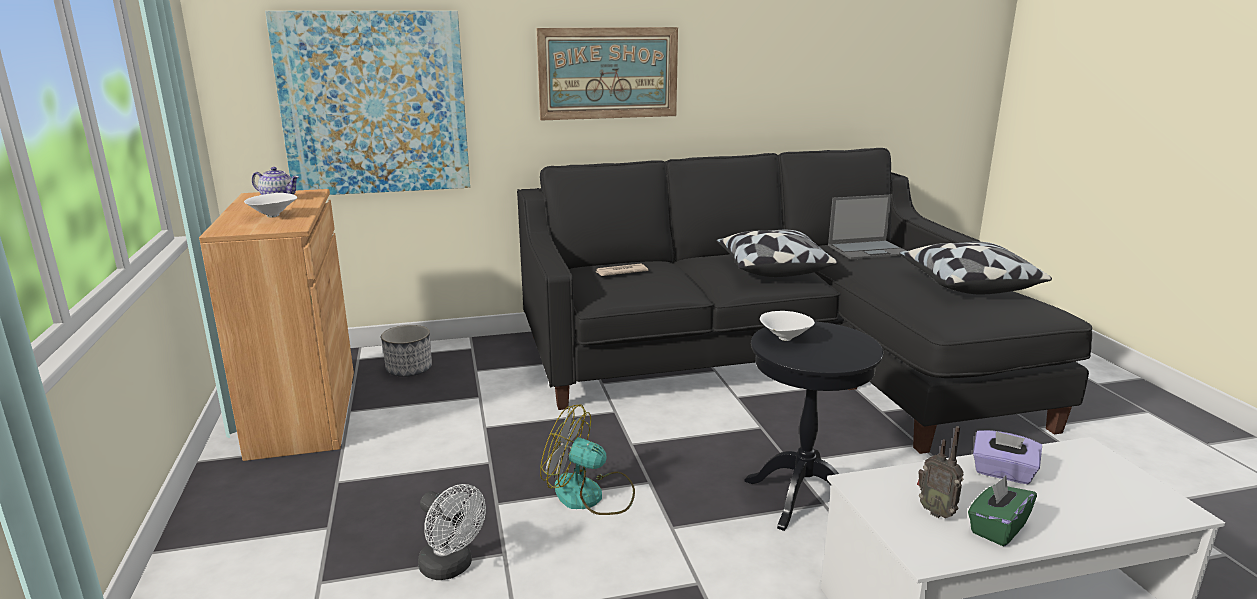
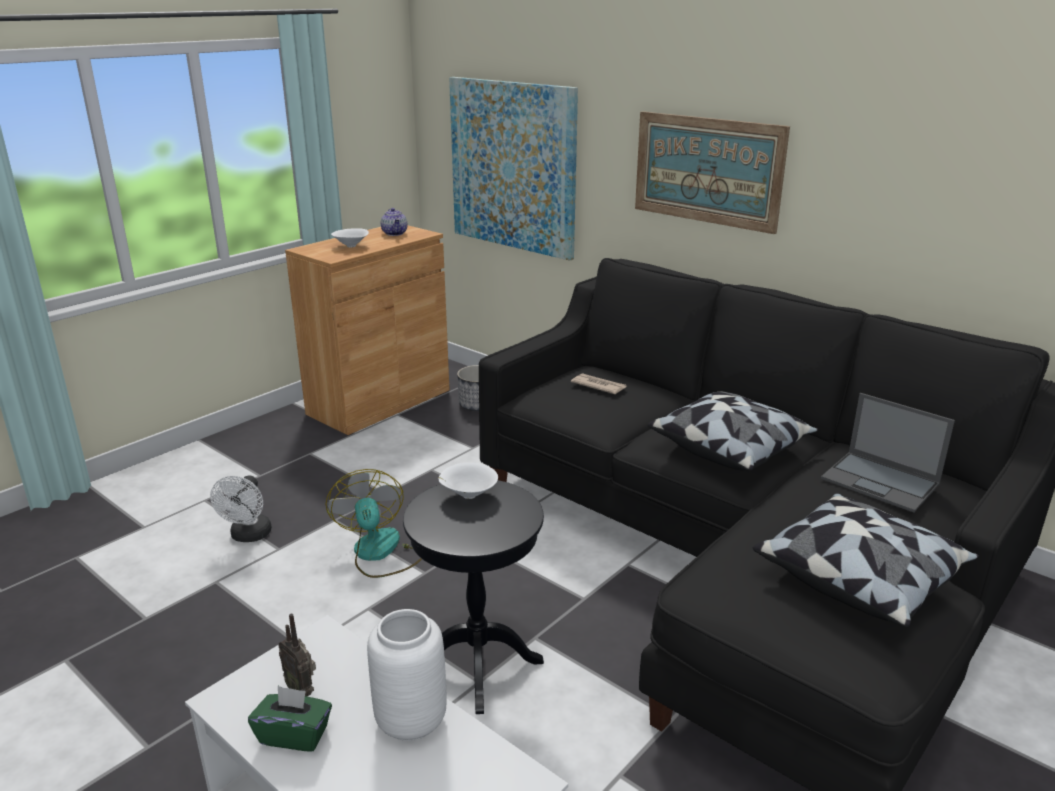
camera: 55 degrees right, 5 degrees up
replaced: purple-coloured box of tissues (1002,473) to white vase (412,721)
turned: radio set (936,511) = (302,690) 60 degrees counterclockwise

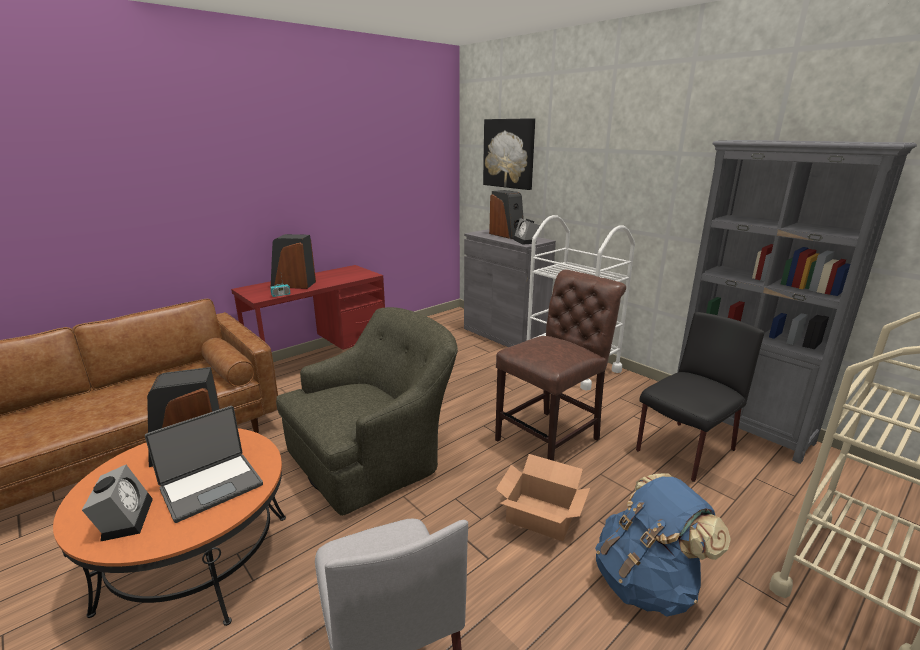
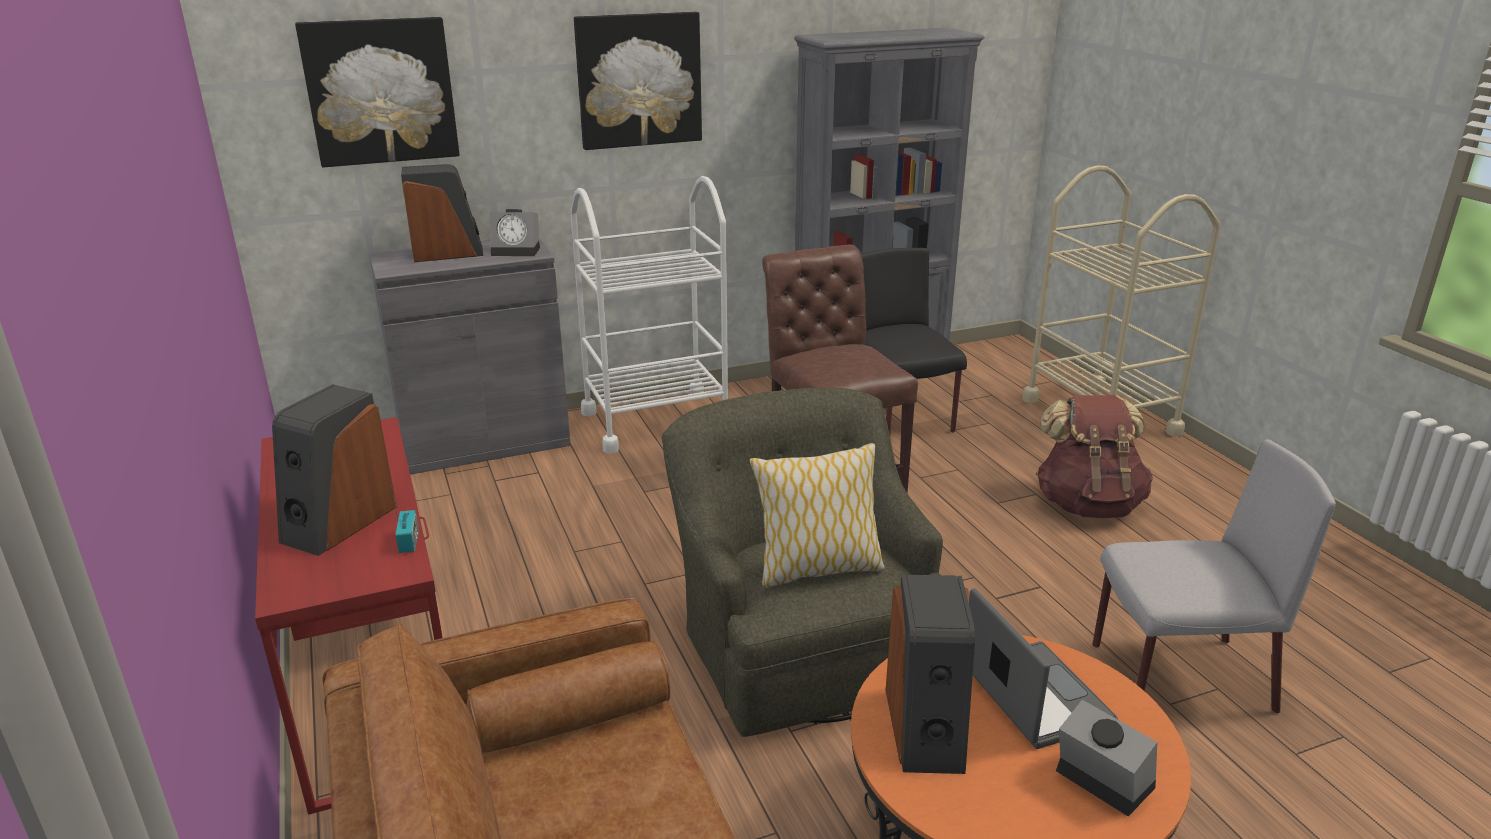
camera: 70 degrees left, 5 degrees up
removed: packing box (540,515)
added: wall art (639,80); throw pillow (817,569)
recoloured: bluish knapsack (647,582) to brownish knapsack (1087,504)
turned: bedside clock (124,518) = (1099,780) 45 degrees clockwise

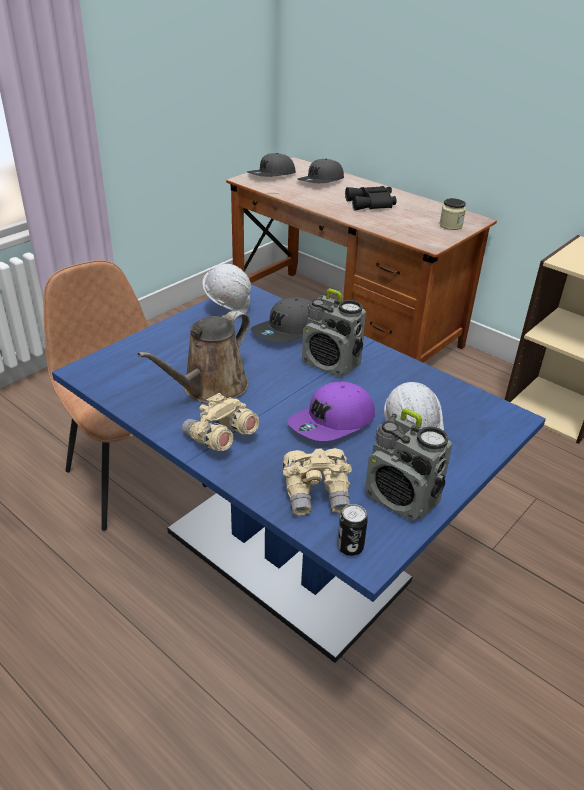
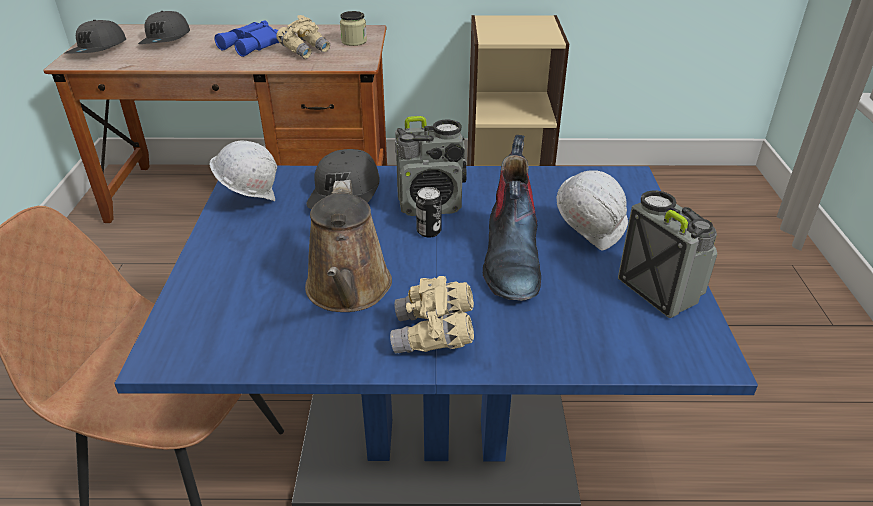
camera: 40 degrees left, 0 degrees up
moved: beige-coloured field glasses (317,494) to (305,51); metal can (350,547) to (429,231)
replaced: purple-coloured baseball cap (332,423) to tall boot (511,258)
recoloured: blackish field glasses (371,204) to bluish field glasses (252,46)
turned: radio set (402,499) = (658,290) 120 degrees counterclockwise

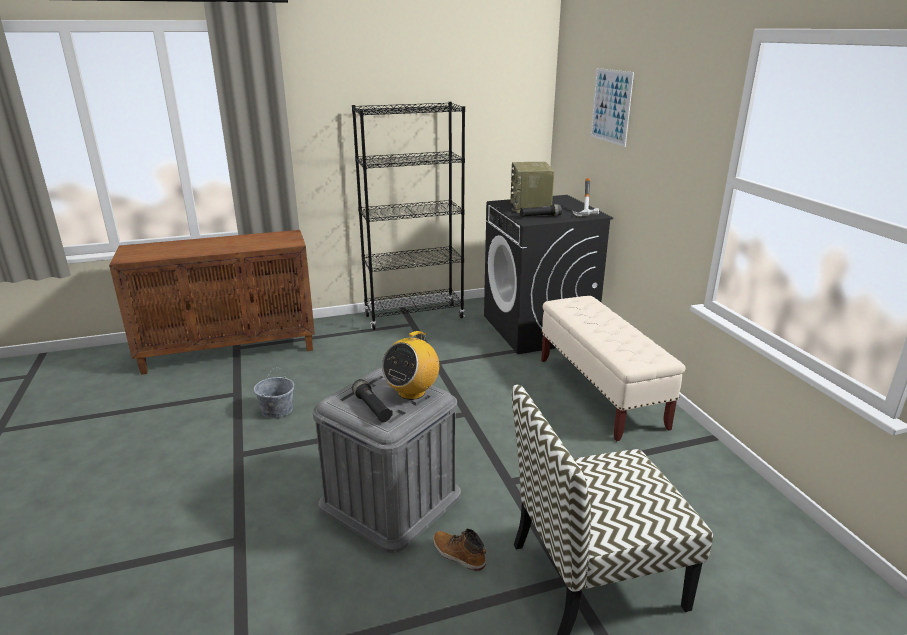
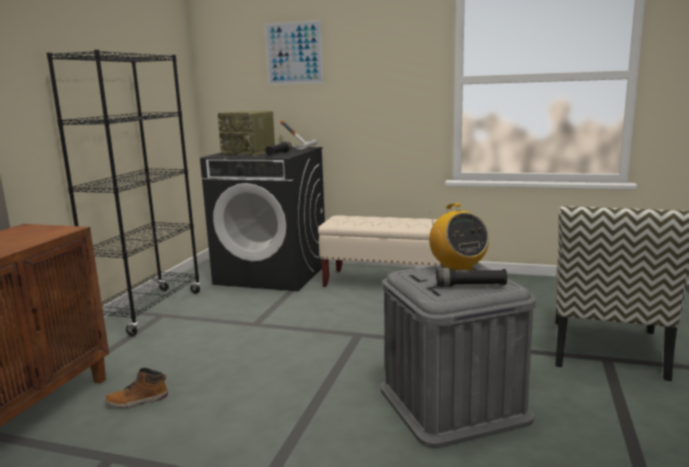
camera: 55 degrees left, 10 degrees down
removed: gray bucket (277,410)
moved: tall boot (458,555) to (137,401)

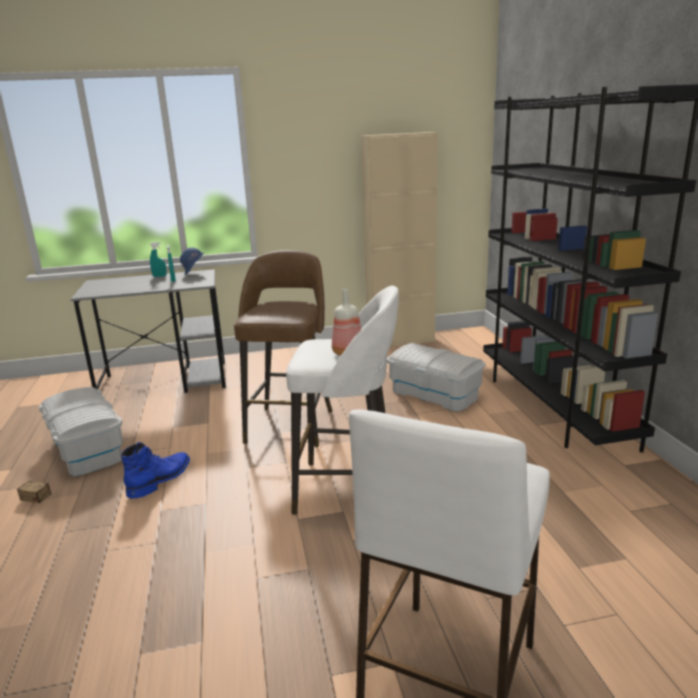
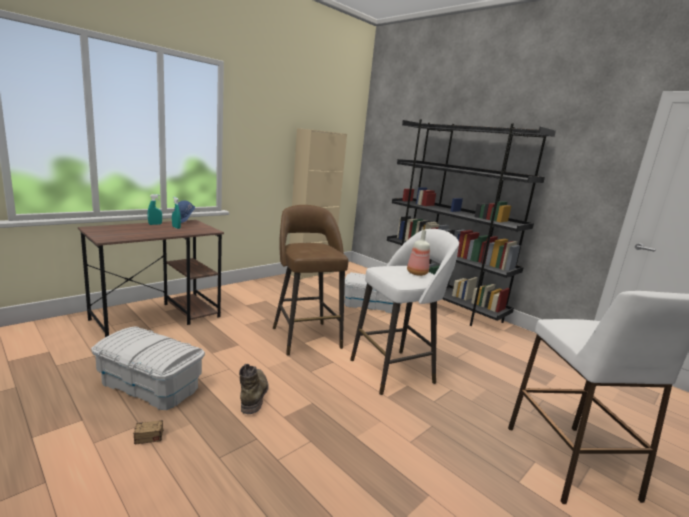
camera: 35 degrees left, 5 degrees down
recoloured: gray desk (166,382) to brownish desk (158,318); bluish tall boot (160,479) to greenish tall boot (254,394)

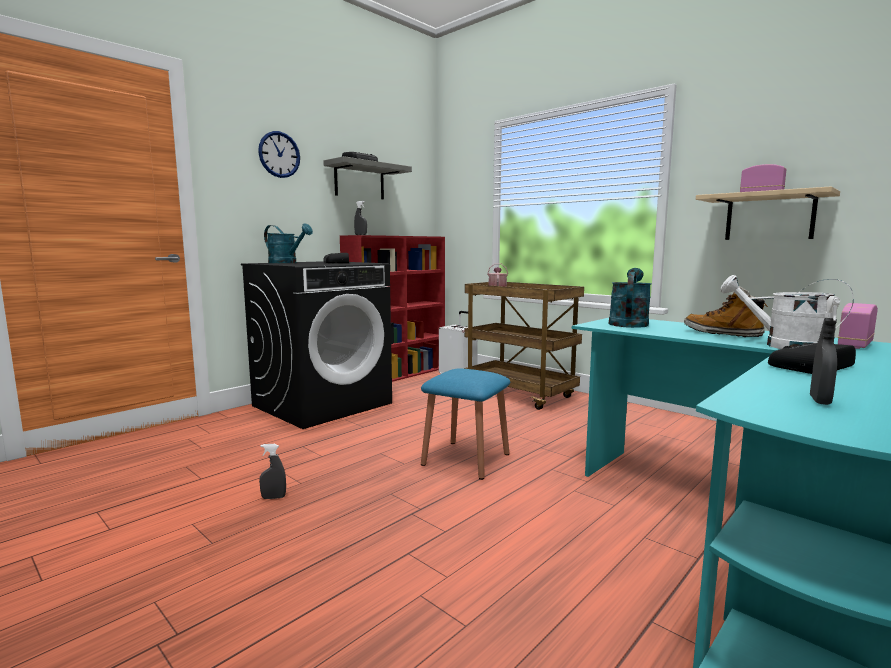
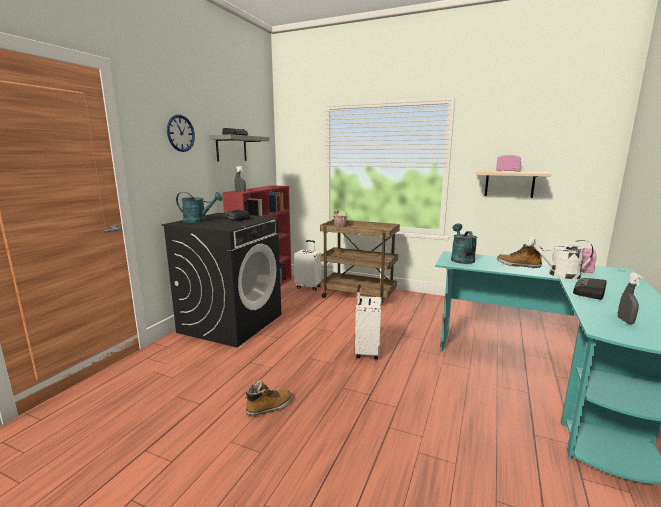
camera: 20 degrees left, 5 degrees up
replaced: gray sprayer (273,497) to tall boot (269,407); bluish stool seat (466,459) to white piece of luggage (366,352)

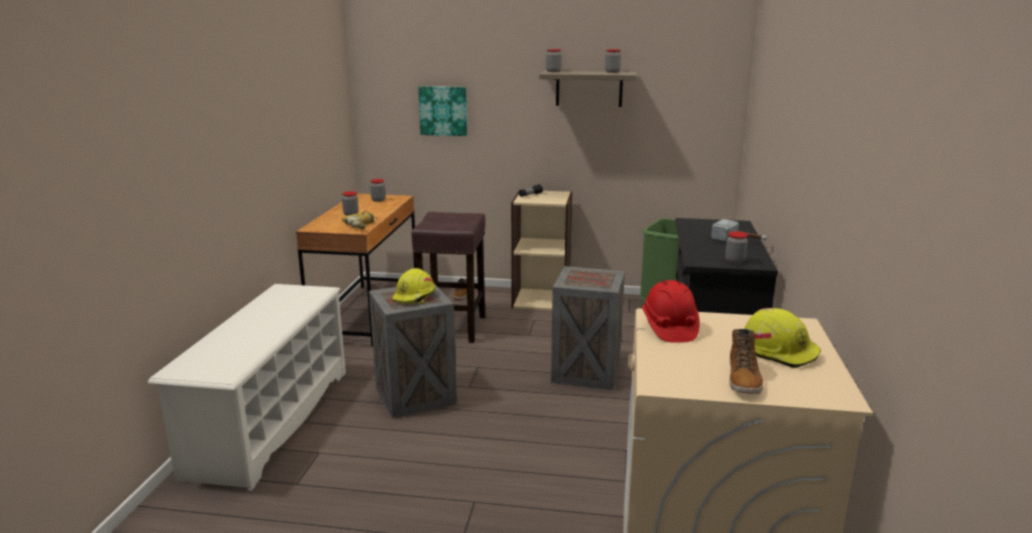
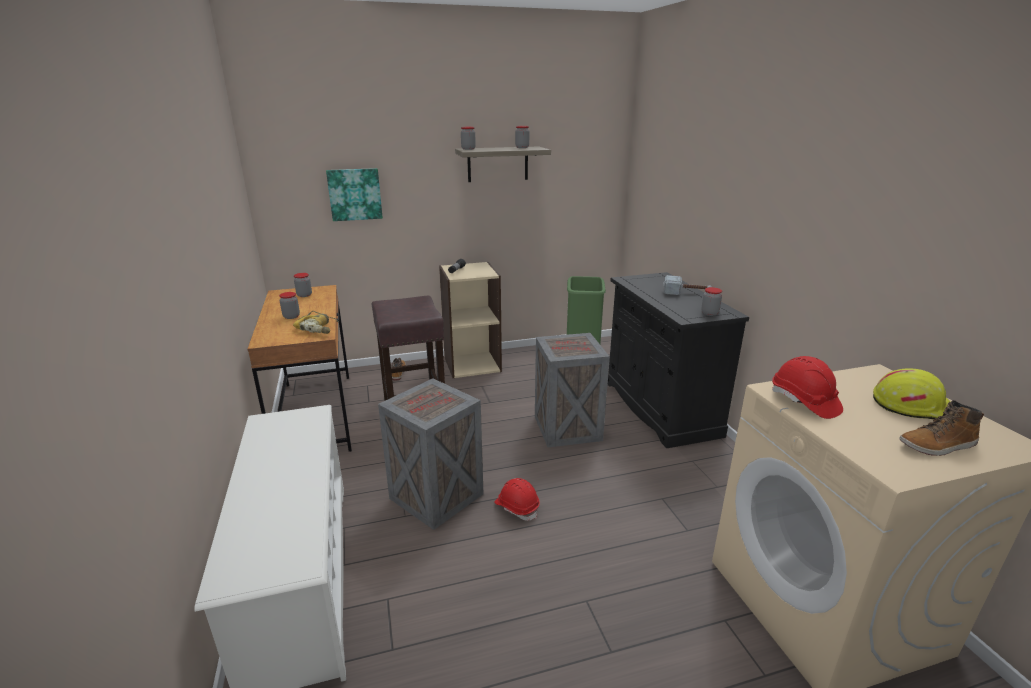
camera: 25 degrees left, 5 degrees up
removed: yellowish work helmet (414,297)
added: red work helmet (517,507)
turned: tall boot (744,379) = (937,445) 90 degrees clockwise

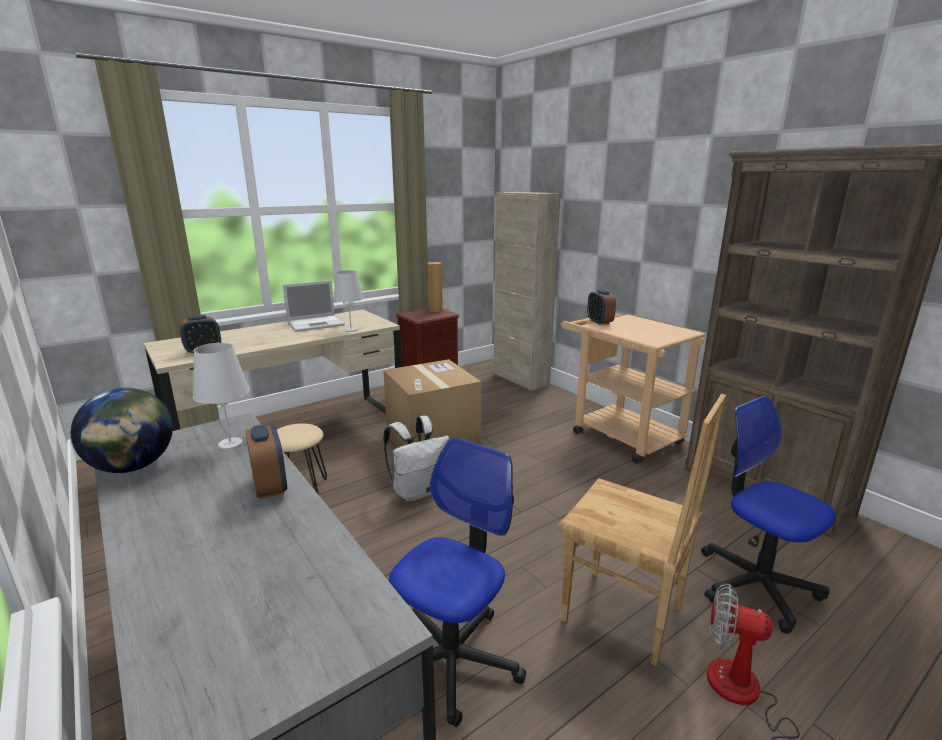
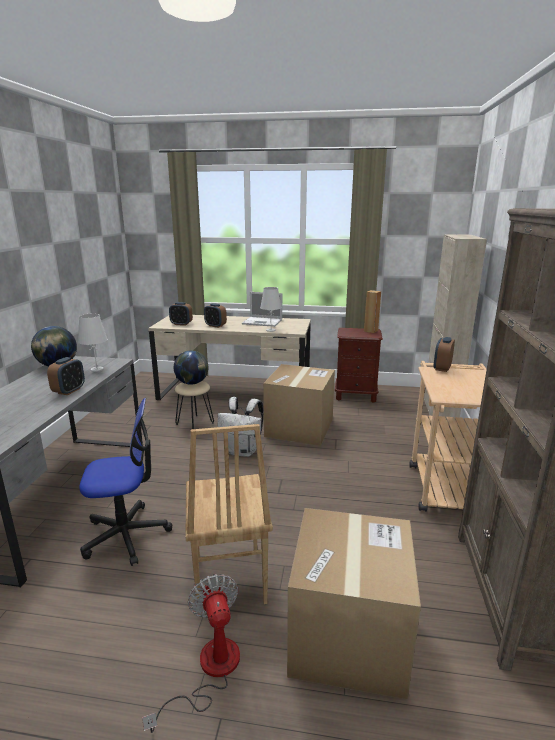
camera: 45 degrees right, 0 degrees up
added: world globe (192,383); bedside clock (215,326)
replaced: computer chair (756,585) to packing box (348,636)

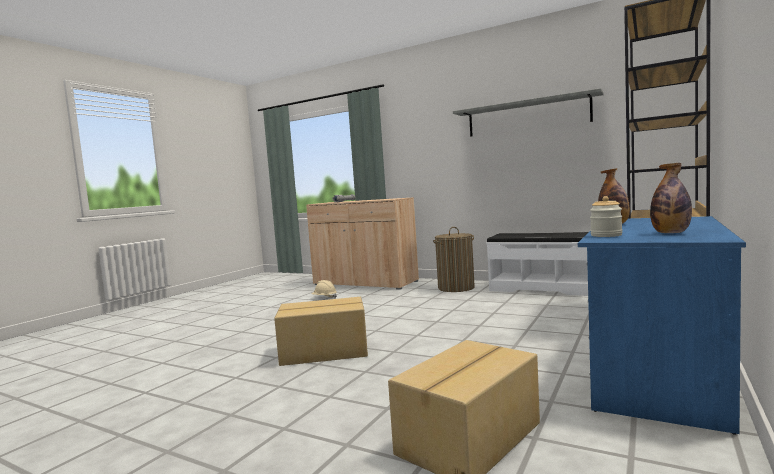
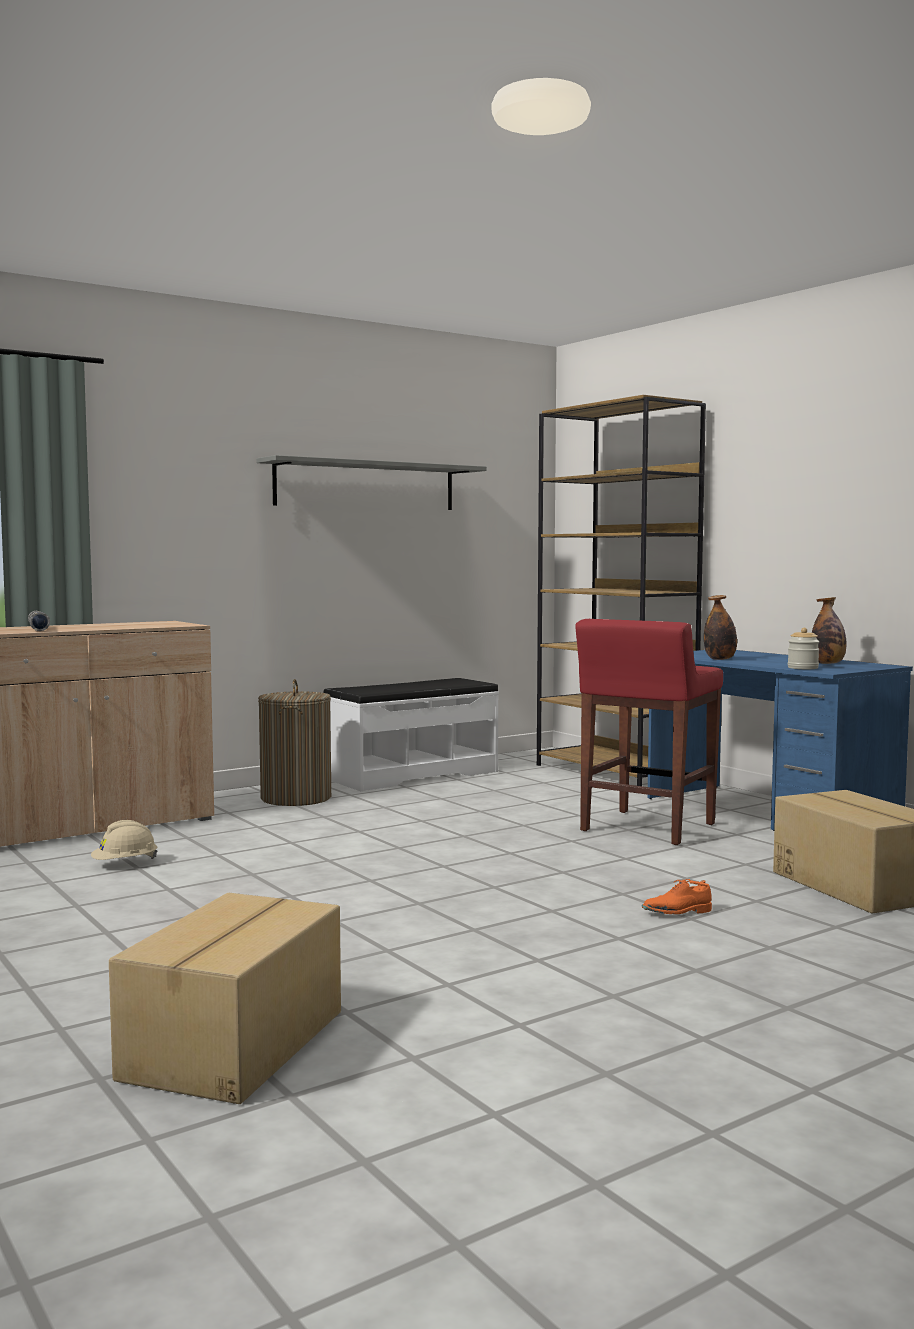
camera: 65 degrees left, 0 degrees up
added: red stool seat (646,828); orange shoe (677,913)
moved: packing box (324,352) to (237,1044)

